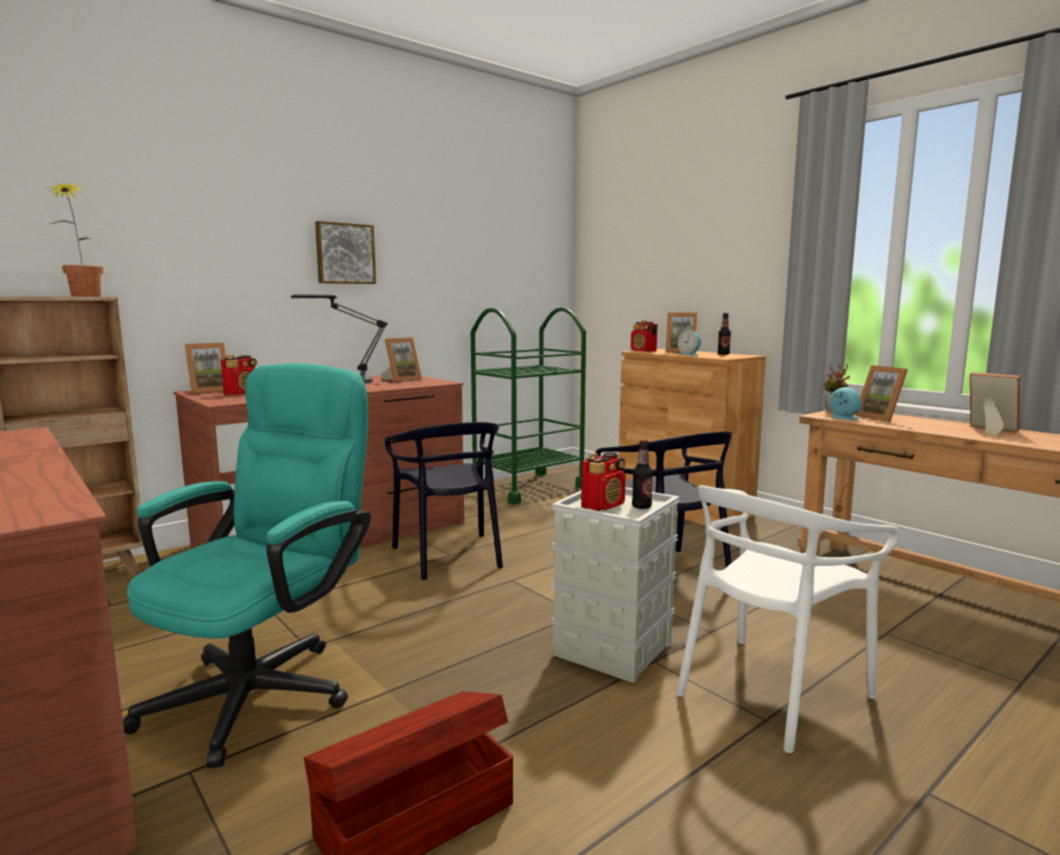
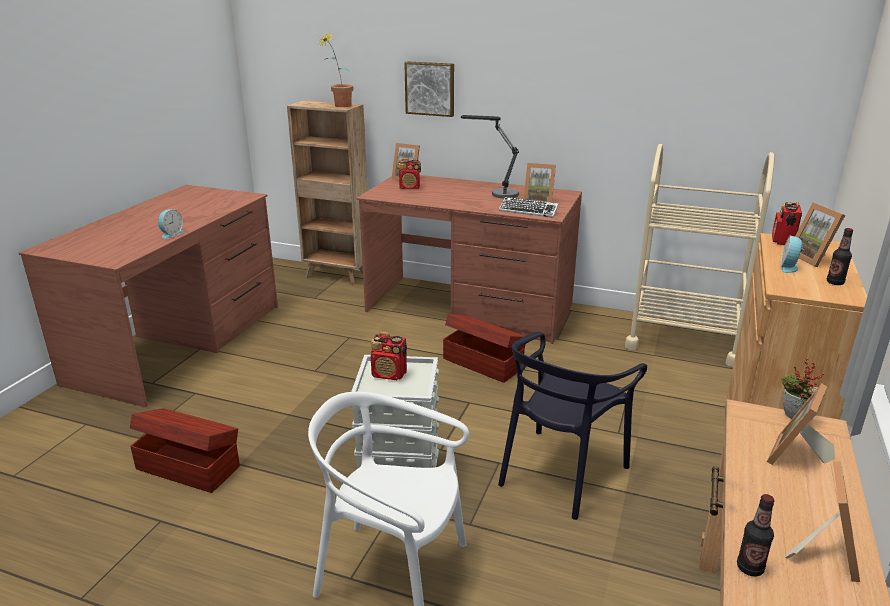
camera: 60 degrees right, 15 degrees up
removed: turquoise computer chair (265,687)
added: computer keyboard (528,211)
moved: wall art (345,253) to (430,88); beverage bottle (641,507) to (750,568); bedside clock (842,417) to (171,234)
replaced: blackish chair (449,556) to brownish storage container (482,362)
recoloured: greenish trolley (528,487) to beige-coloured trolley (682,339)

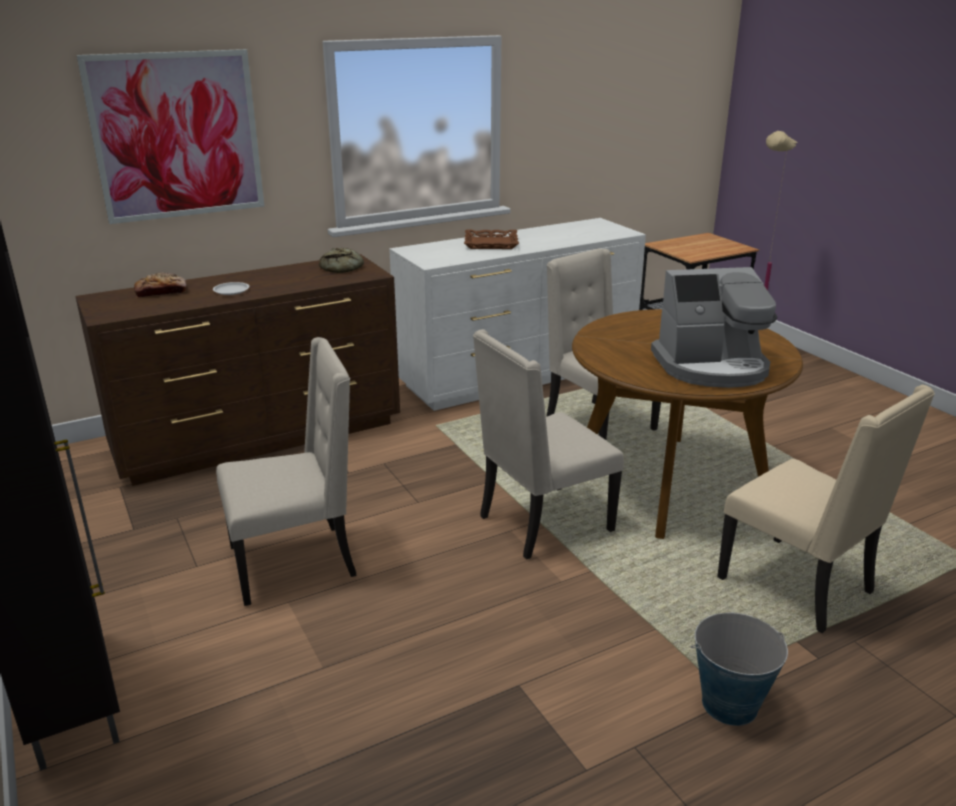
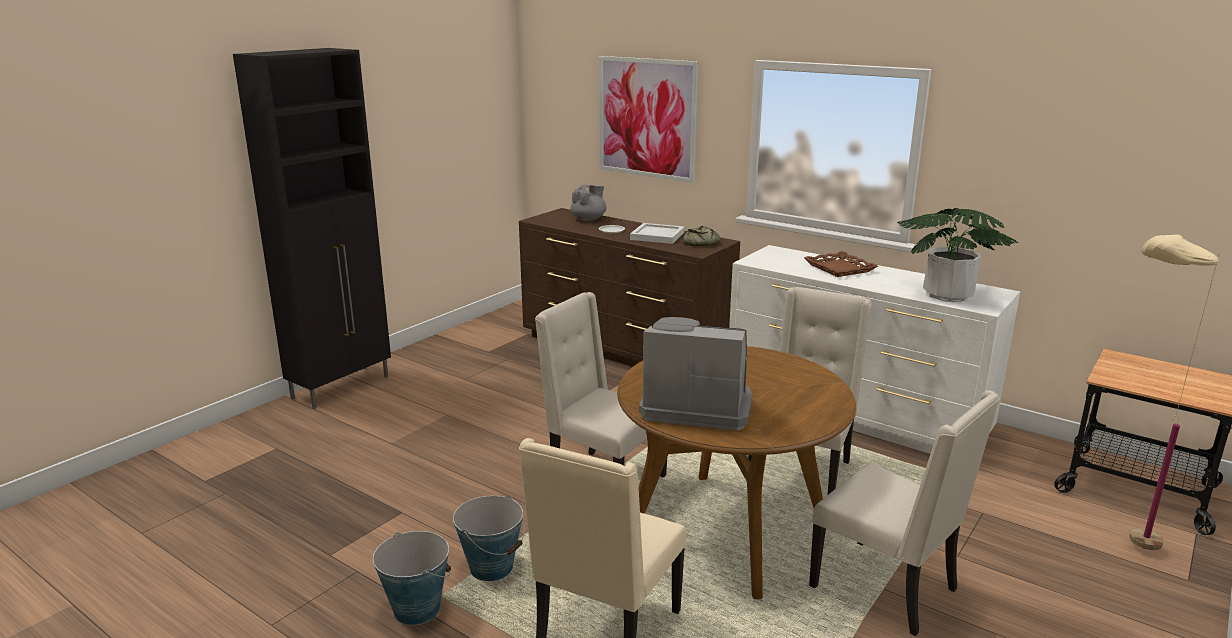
camera: 65 degrees right, 5 degrees down
added: bucket (492,568); white tray (656,236); potted plant (947,295)
moved: beige-coloured chair (296,562) to (887,588)
replaced: bread (161,292) to gray tea pot (589,219)
turned: coffee maker (712,367) = (696,406) 135 degrees clockwise

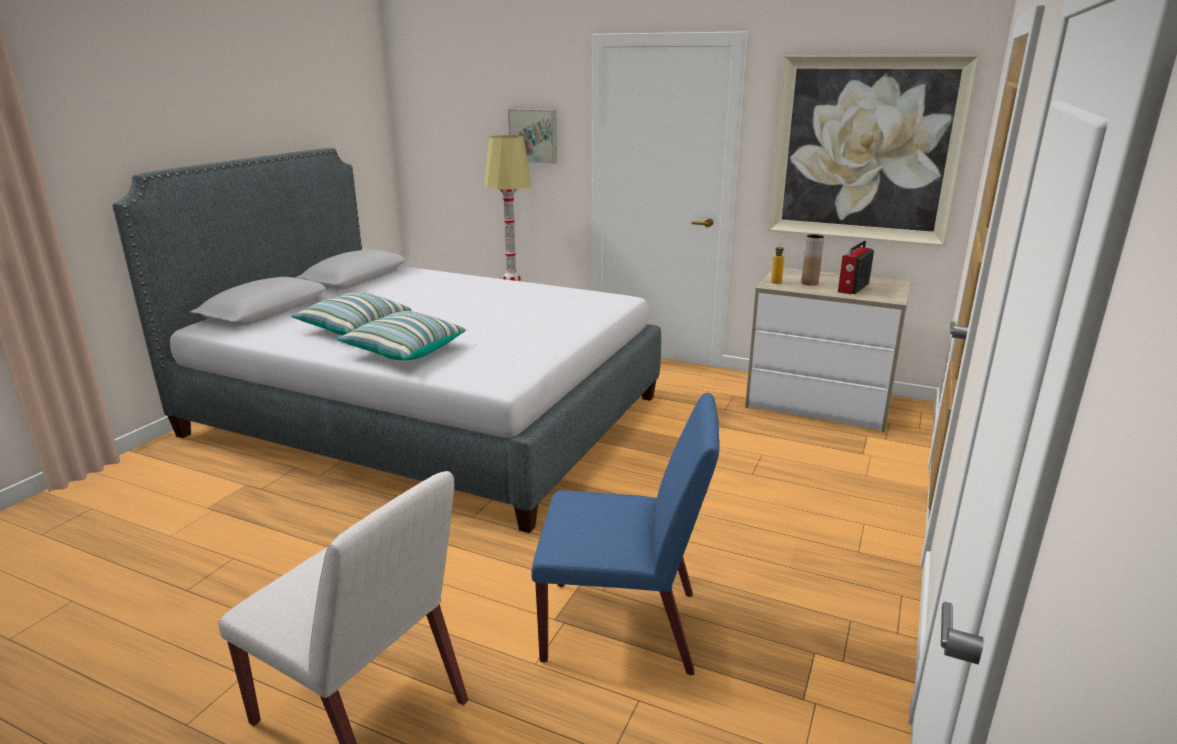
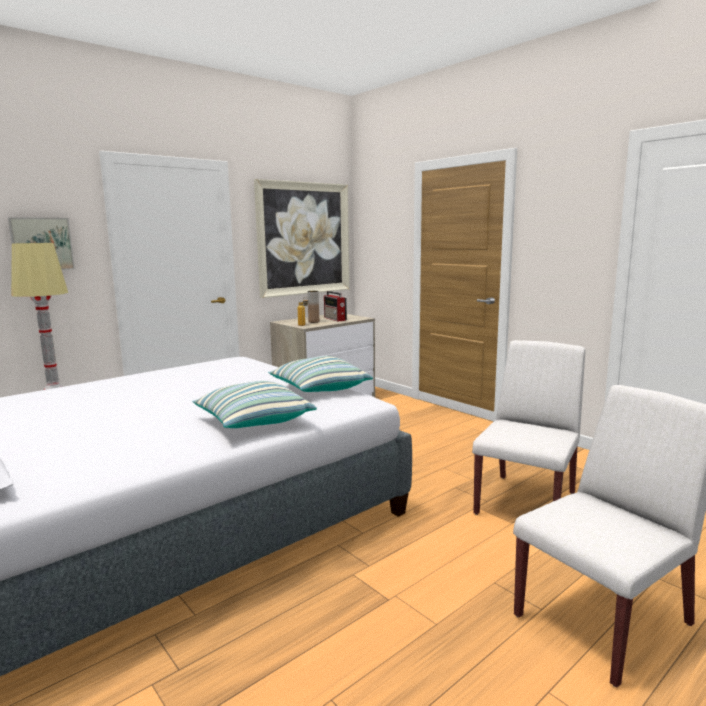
camera: 65 degrees left, 10 degrees down
moved: throw pillow (353,328) to (319,389)
recoloured: bluish chair (623,626) to white chair (526,502)

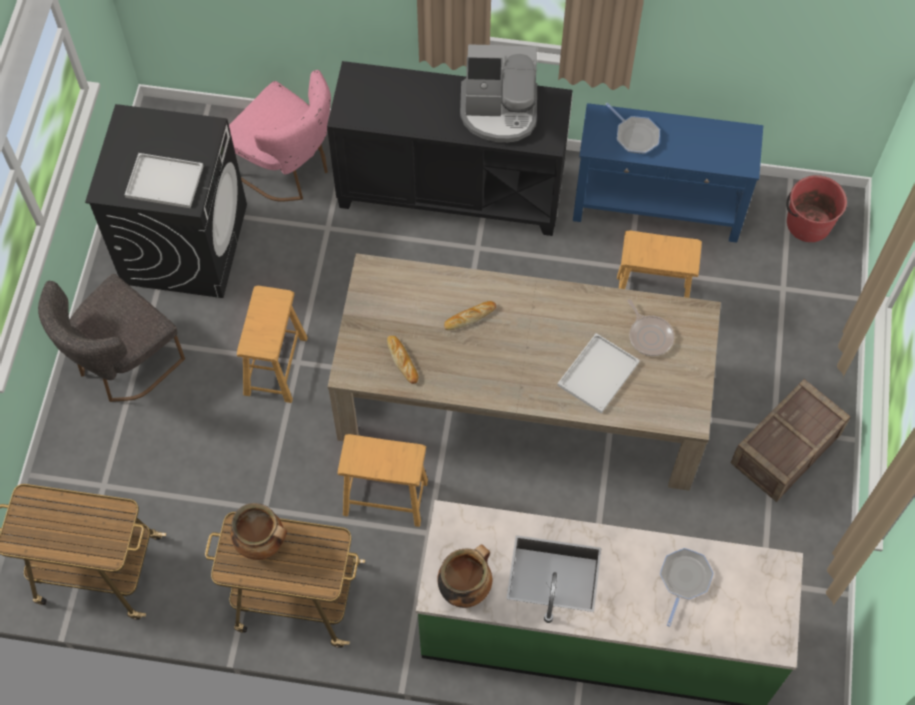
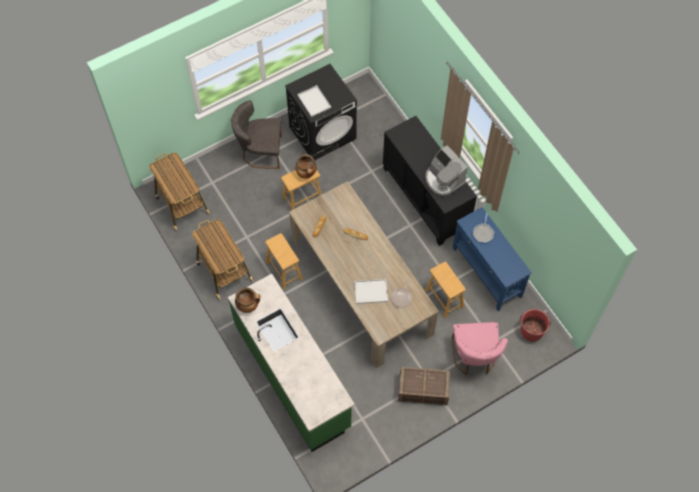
camera: 50 degrees right, 0 degrees up
removed: skillet (684,579)
moved: pink chair (288,168) to (474,358); stockpot (262,543) to (306,174)

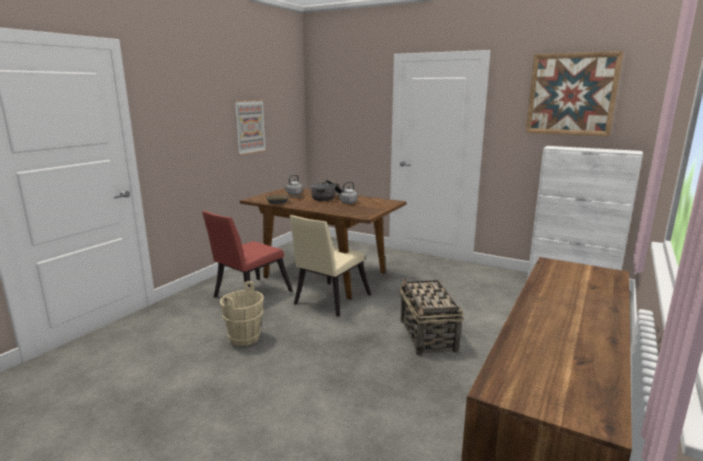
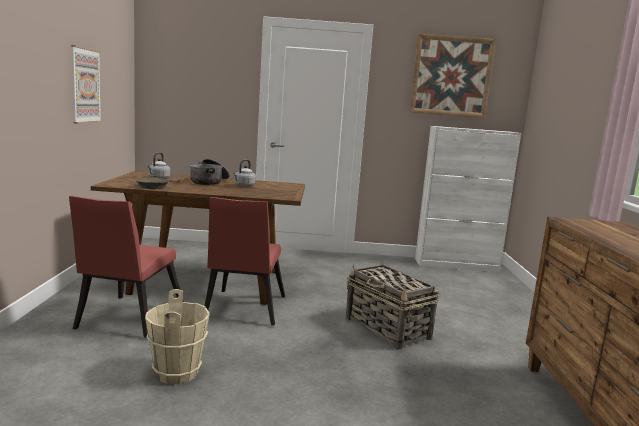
camera: 30 degrees left, 5 degrees down
recoloured: beige-coloured chair (329,301) to red chair (243,310)

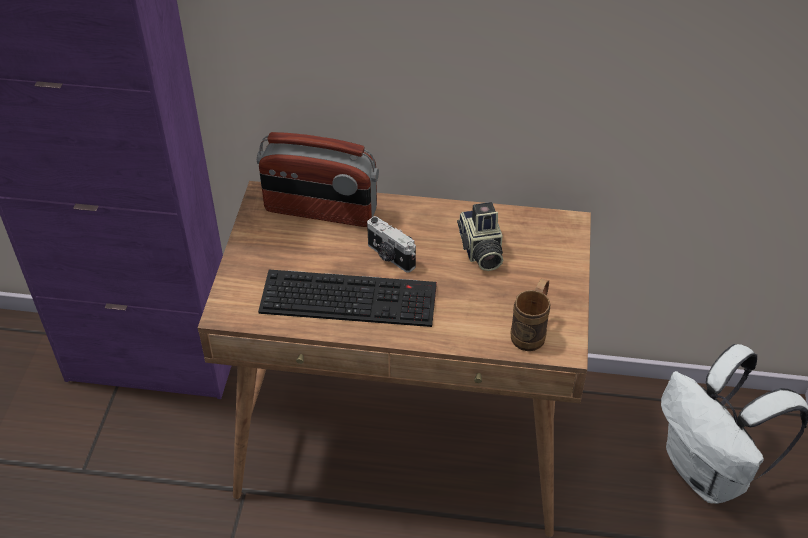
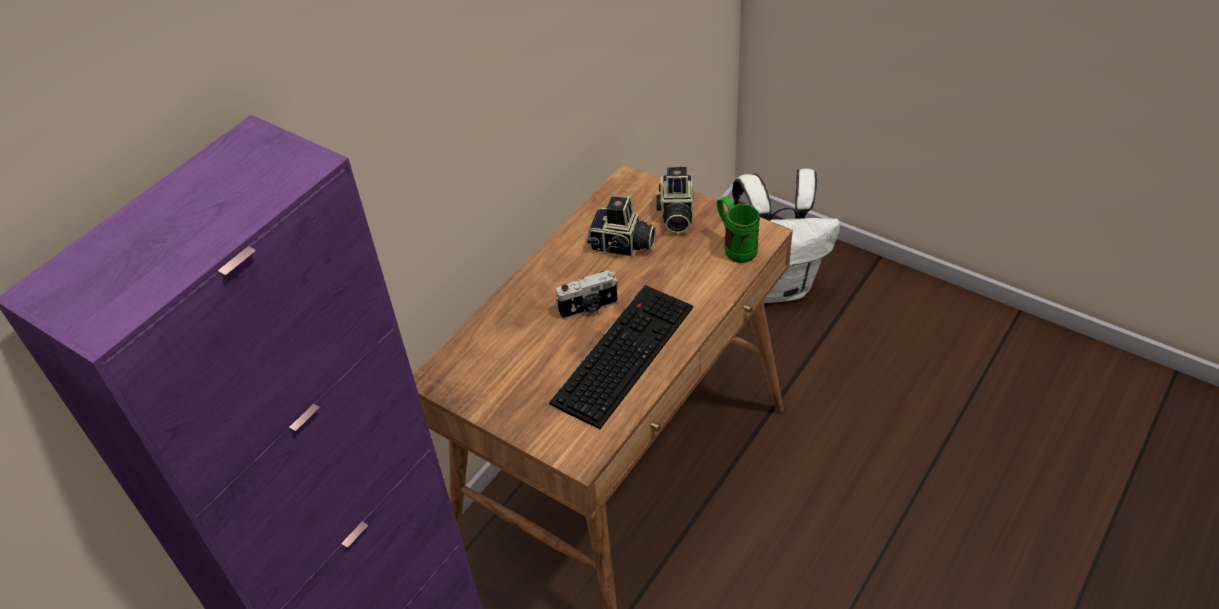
camera: 60 degrees left, 0 degrees up
removed: radio set (320,211)
added: still camera (675,215)
recoloured: brownish mug (531,331) to greenish mug (735,247)

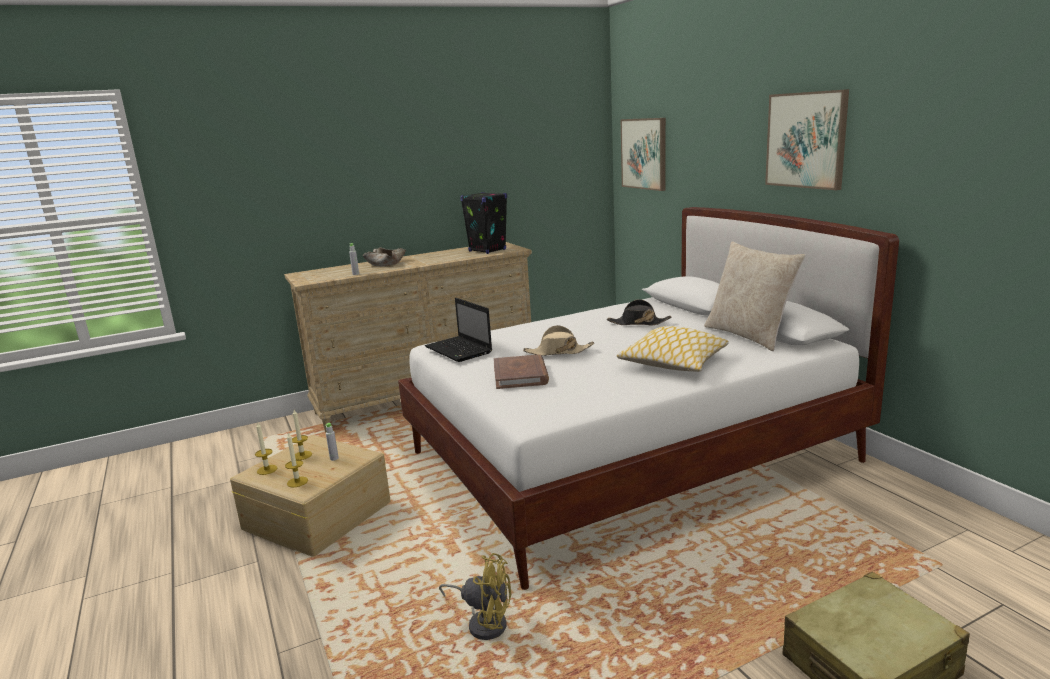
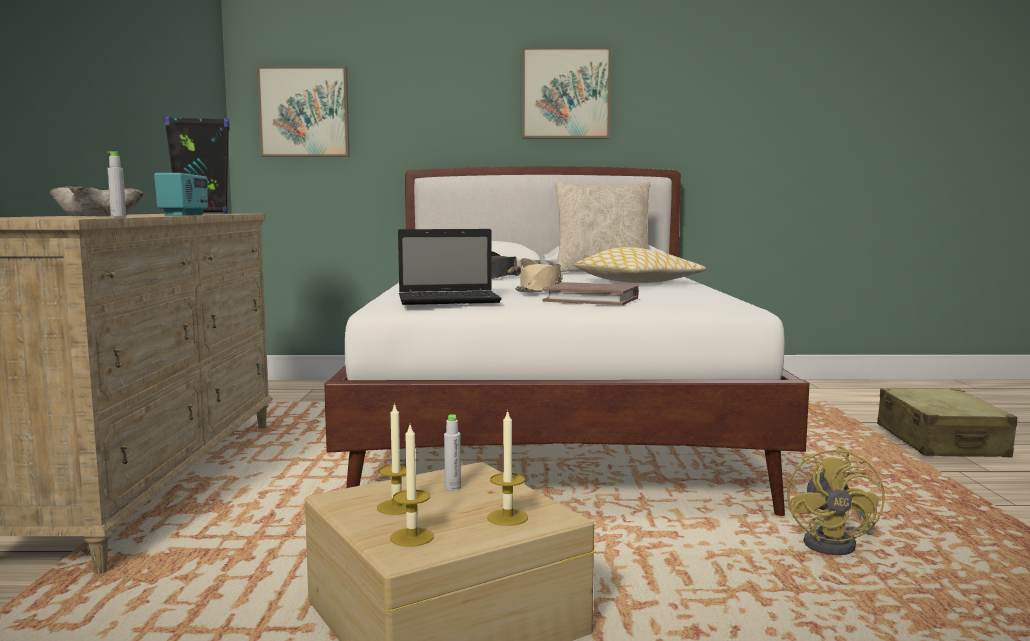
camera: 65 degrees left, 10 degrees down
added: radio set (185,215)
turned: yellowish cooling fan (484,622) = (837,544) 150 degrees clockwise

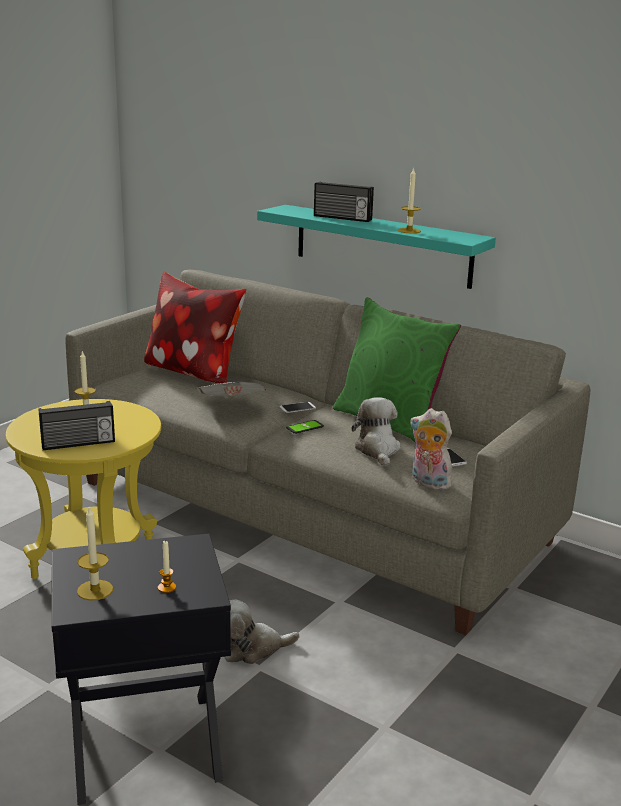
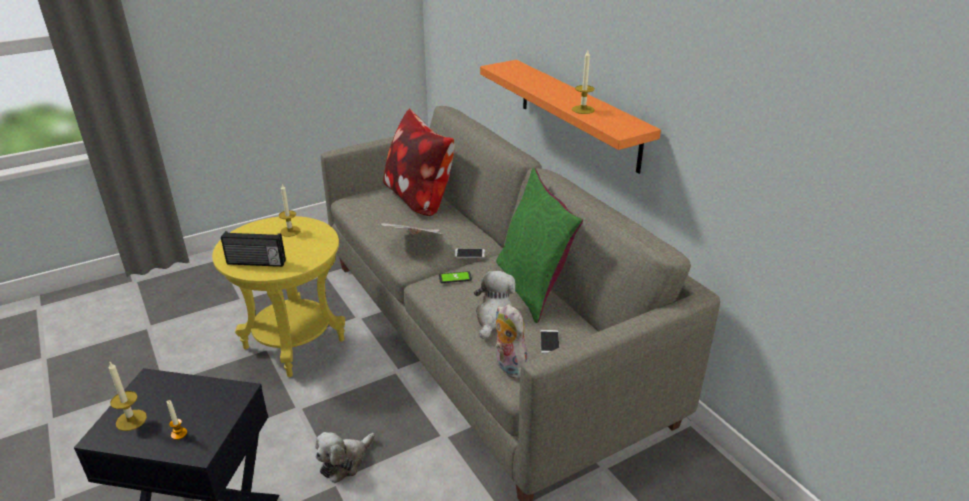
camera: 25 degrees right, 10 degrees up
removed: radio set (342,218)
recoloured: turquoise wall shelf (382,245) to orange wall shelf (578,114)
turned: soft toy (252,648) = (345,462) 60 degrees counterclockwise

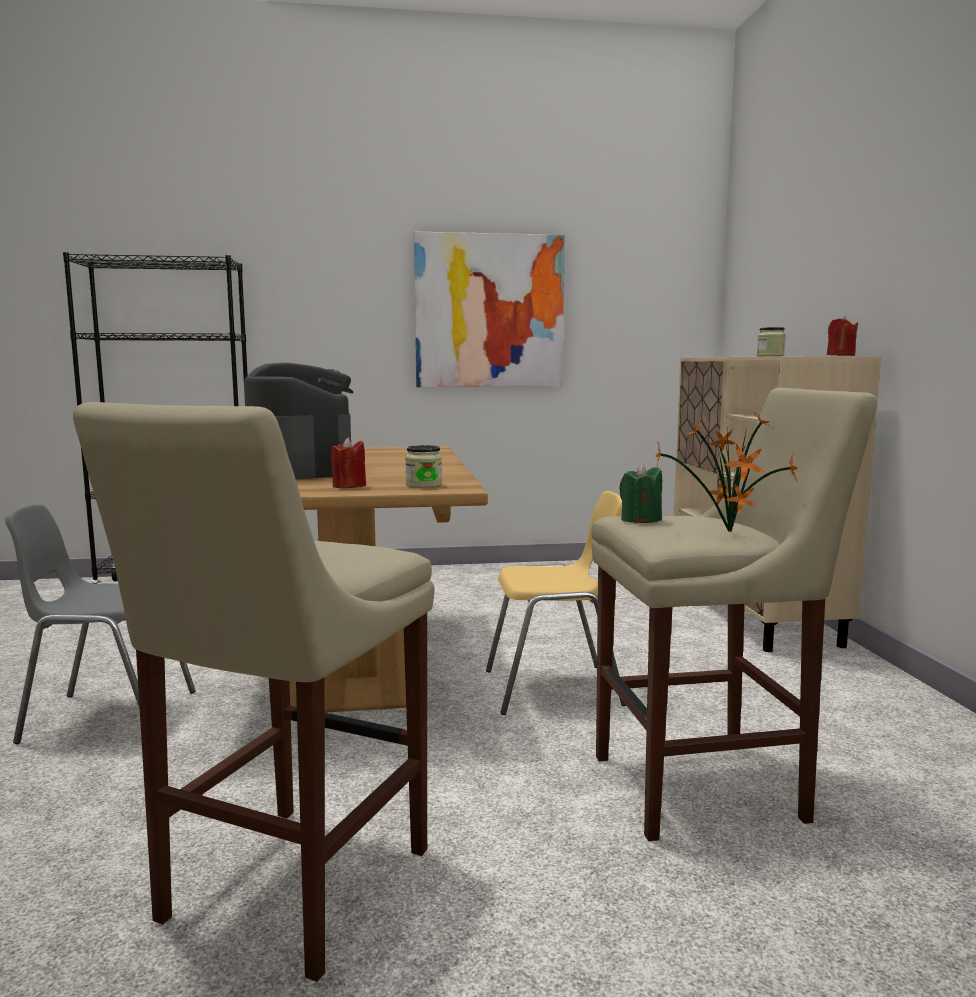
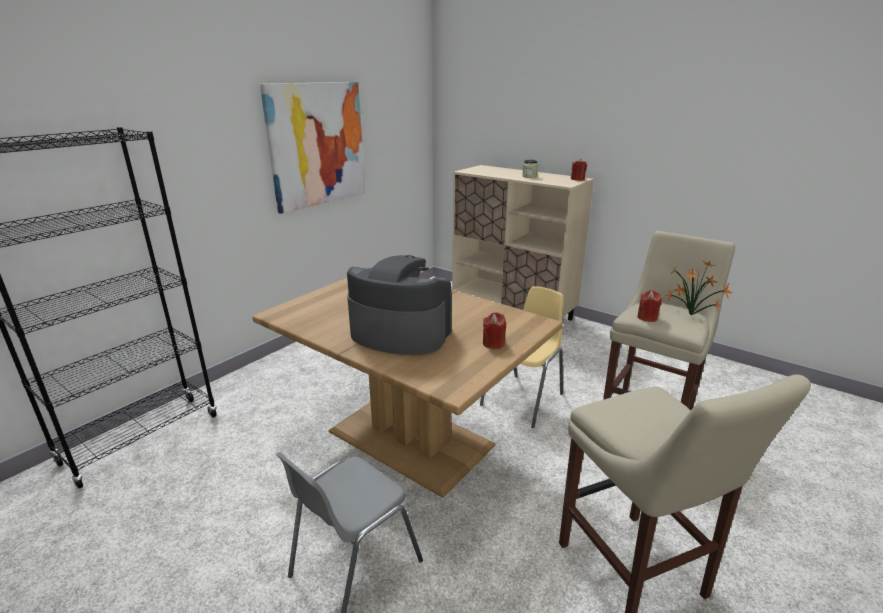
camera: 45 degrees left, 15 degrees up
removed: preserve jar (423,485)
recoloured: greenish wax candle (640,520) to red wax candle (647,317)

